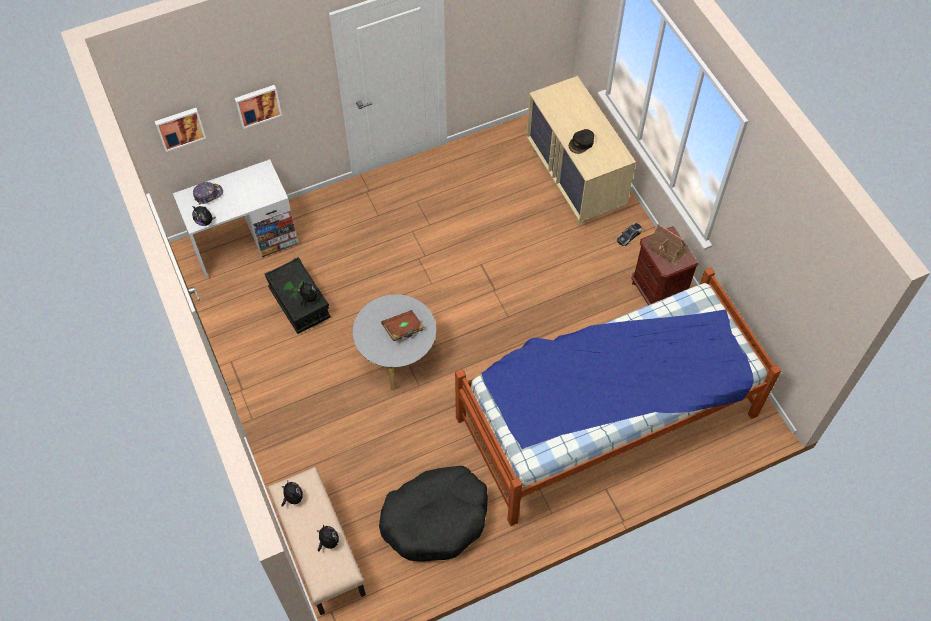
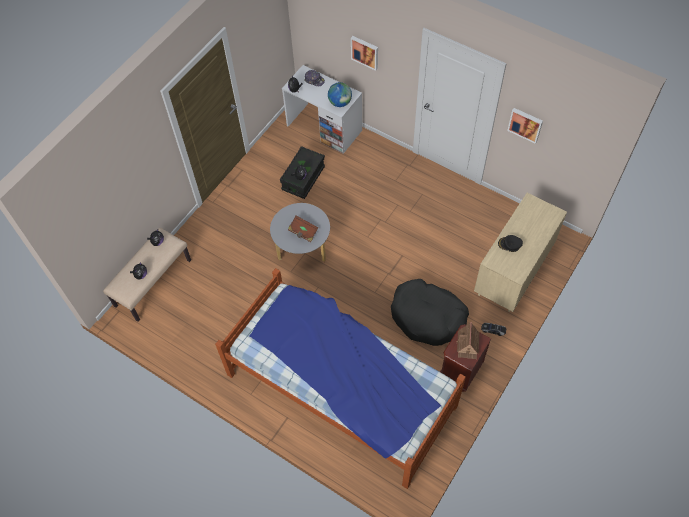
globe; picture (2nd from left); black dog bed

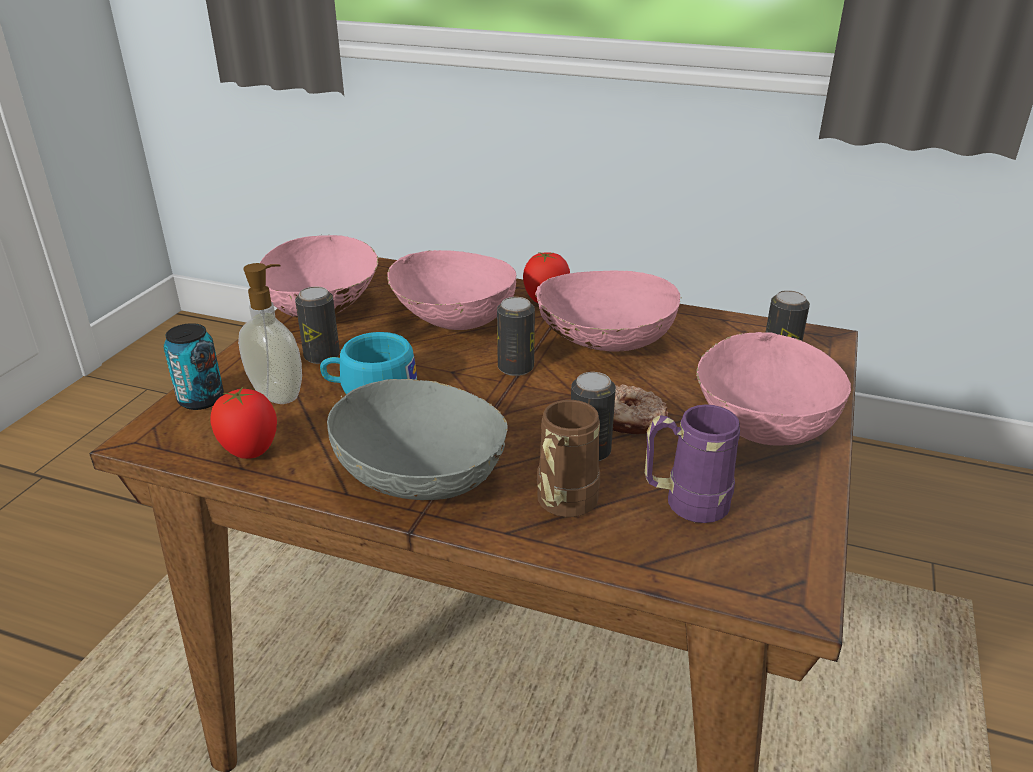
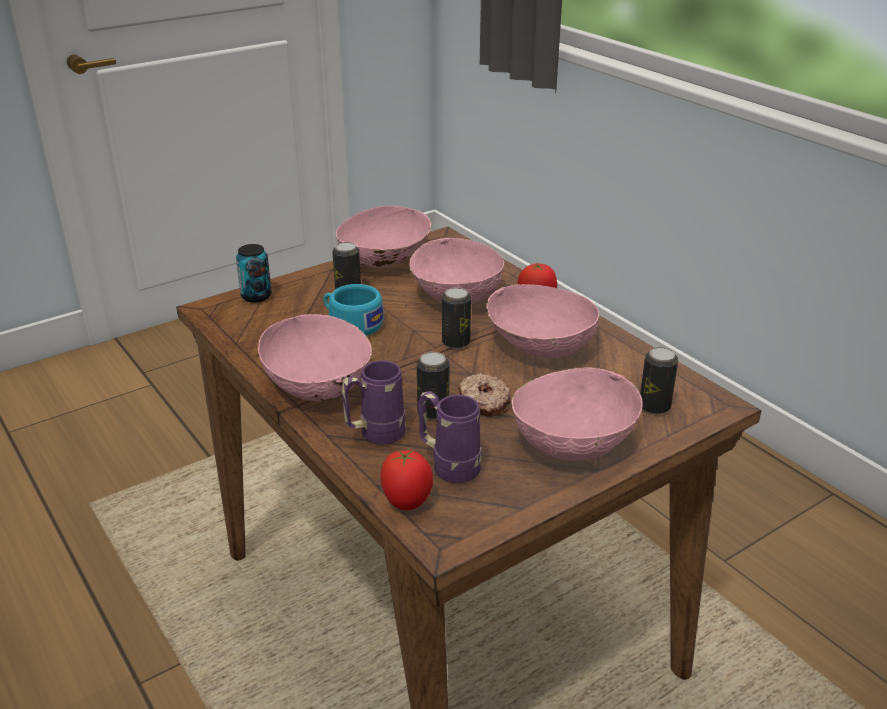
soap dispenser; tomato (1st from left); pink bowl (1st from left); purple mug (1st from left)

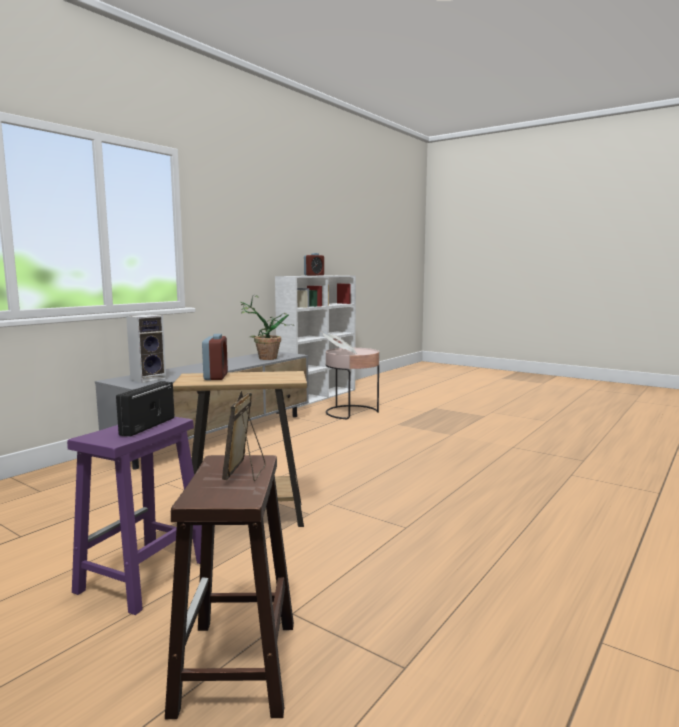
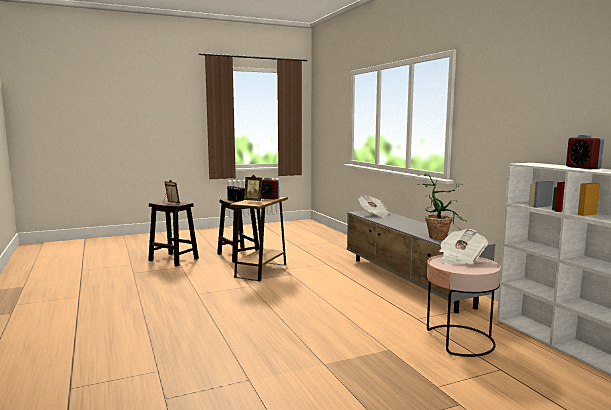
picture frame (2nd from left); newspaper (1st from left); brown stool (2nd from left)

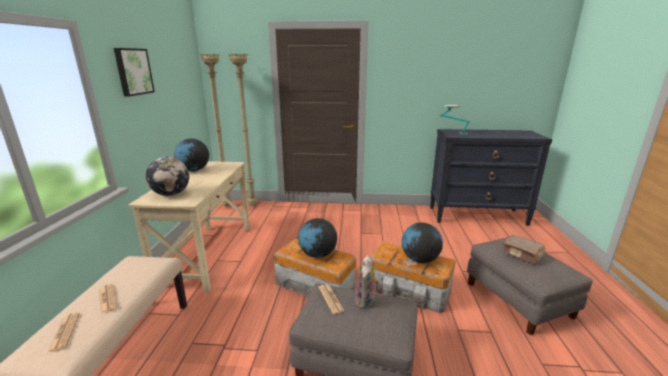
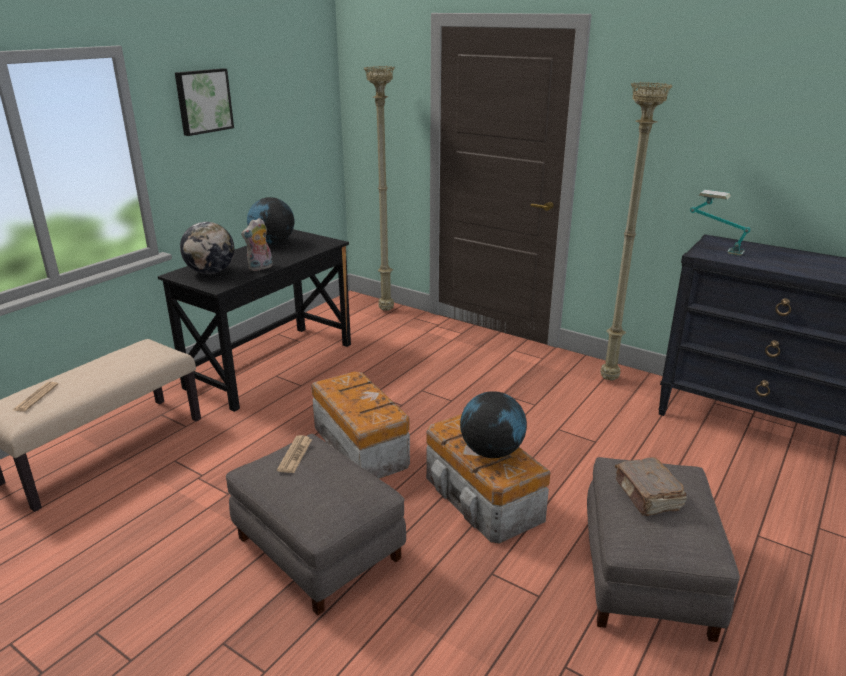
newspaper (2nd from left in the first image); globe (3rd from left in the first image); beige floor lamp (2nd from left); plush toy; black desk

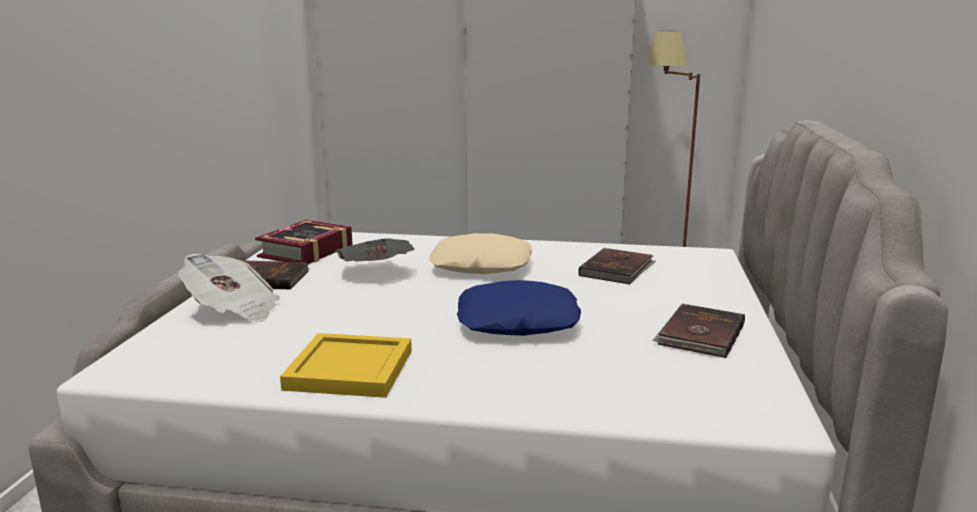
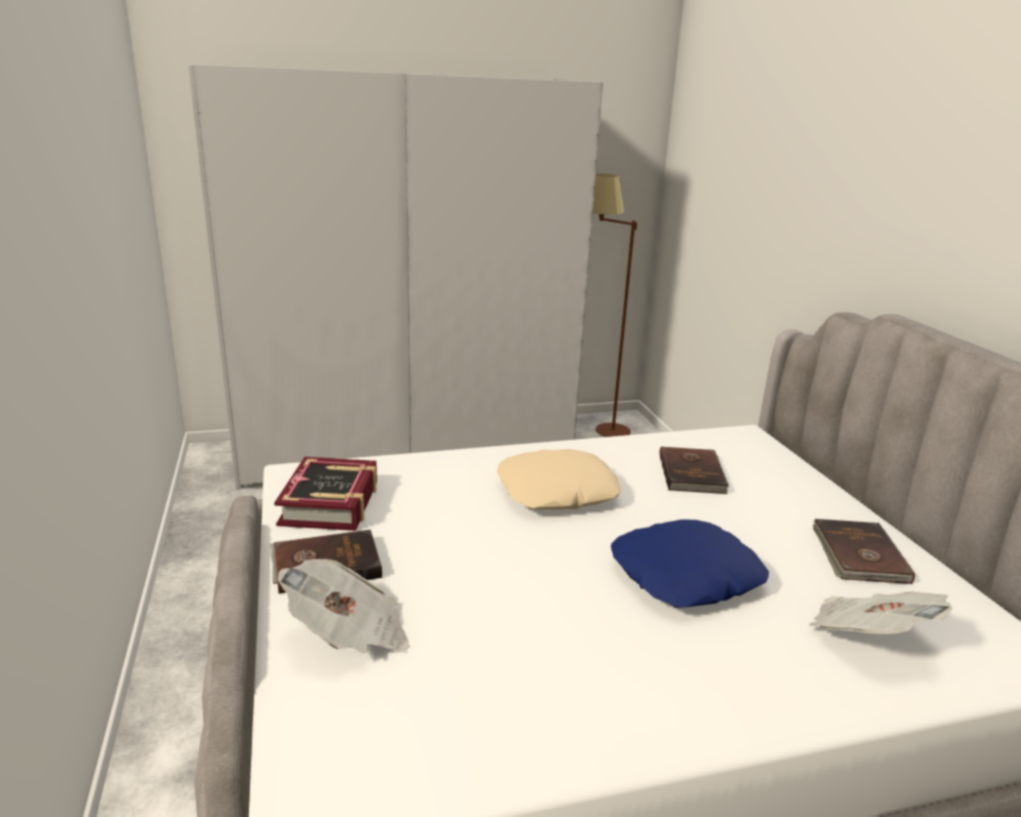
yellow tray; newspaper (2nd from left)

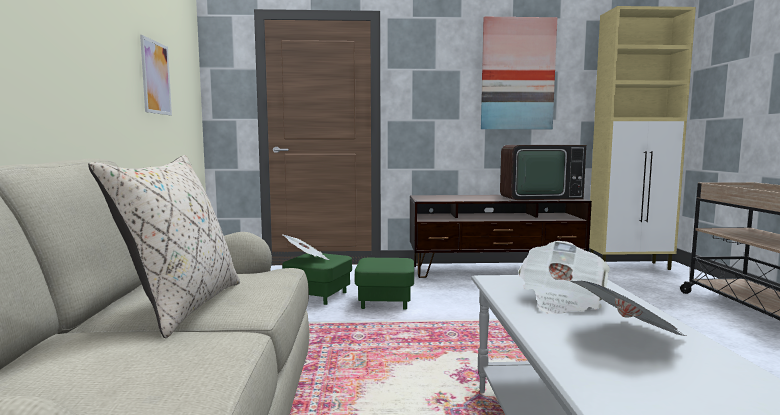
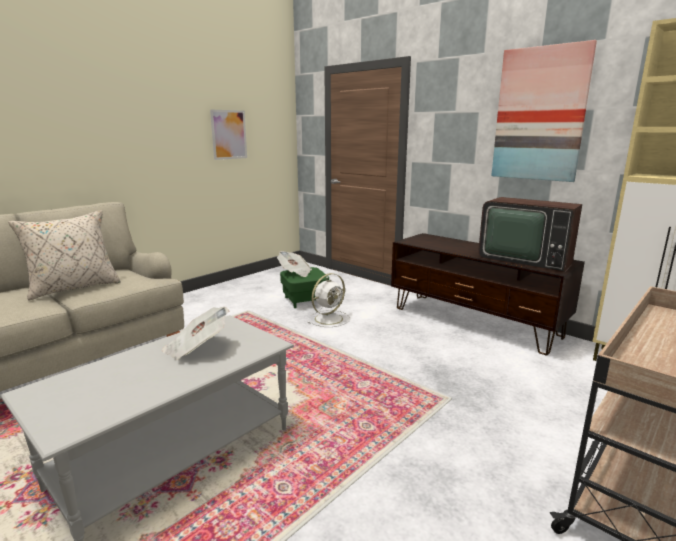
newspaper (3rd from left in the first image); white fan

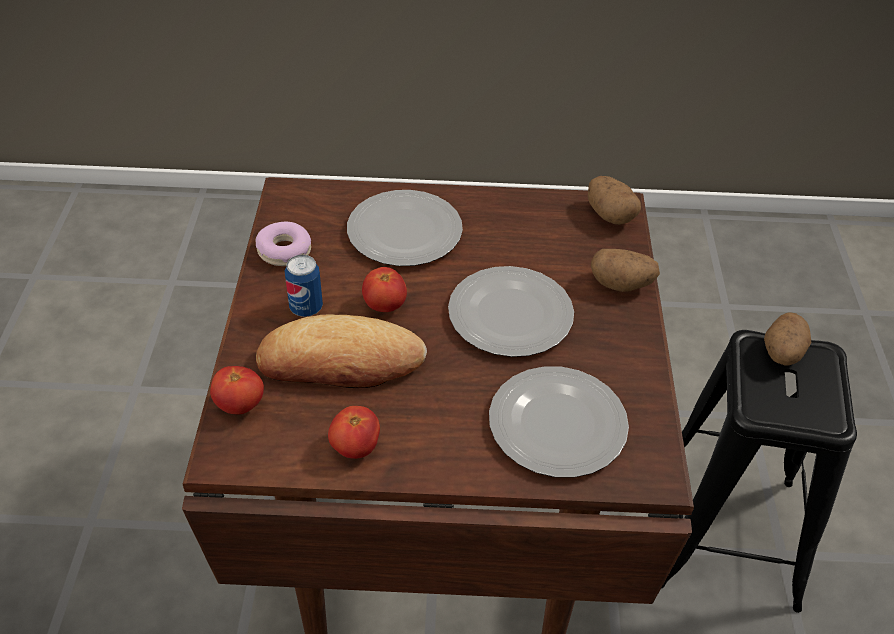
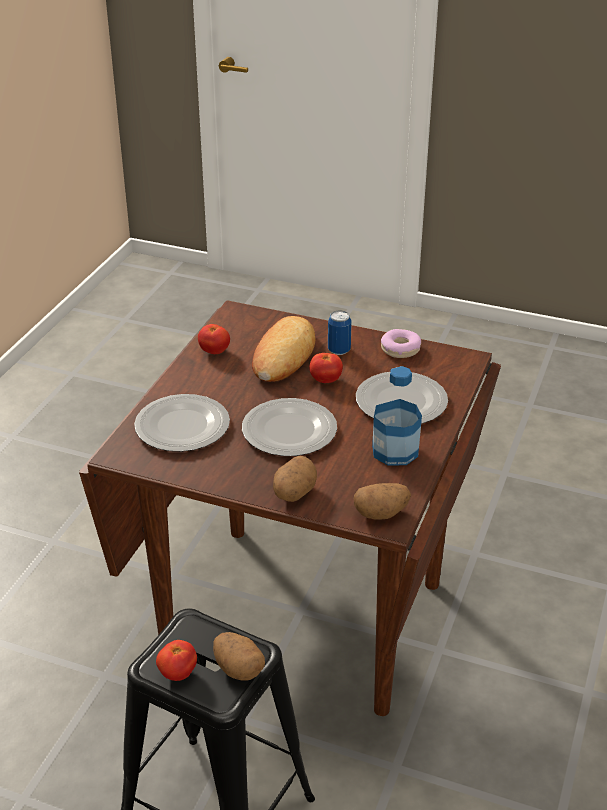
bottle; tomato (1st from left)

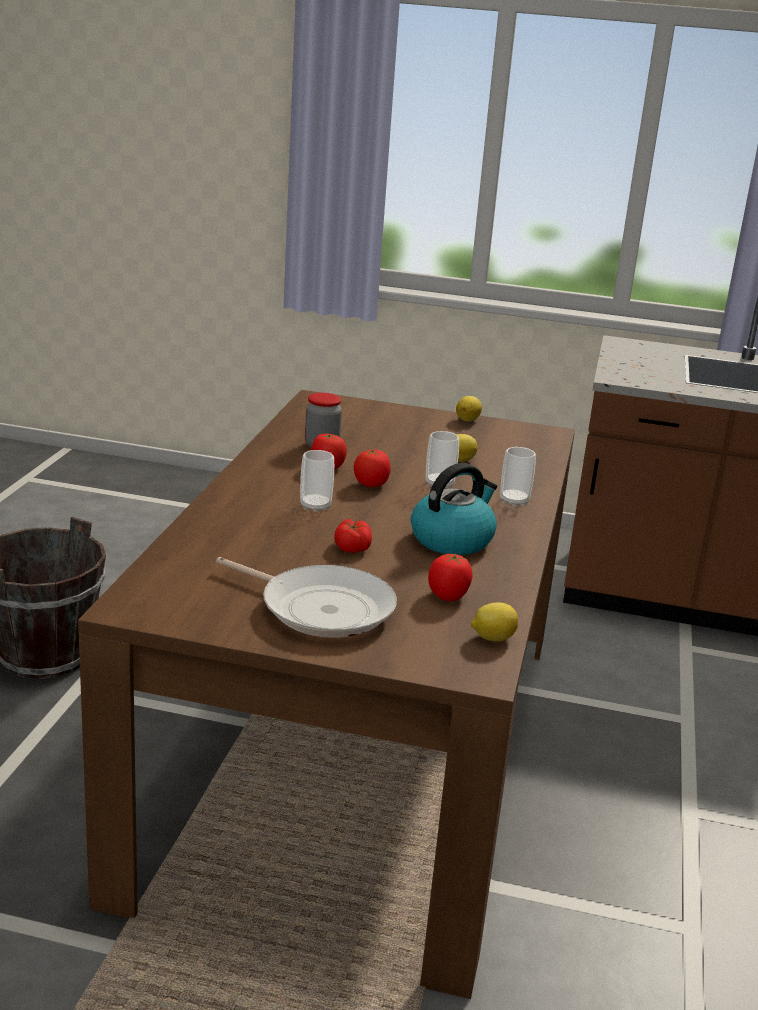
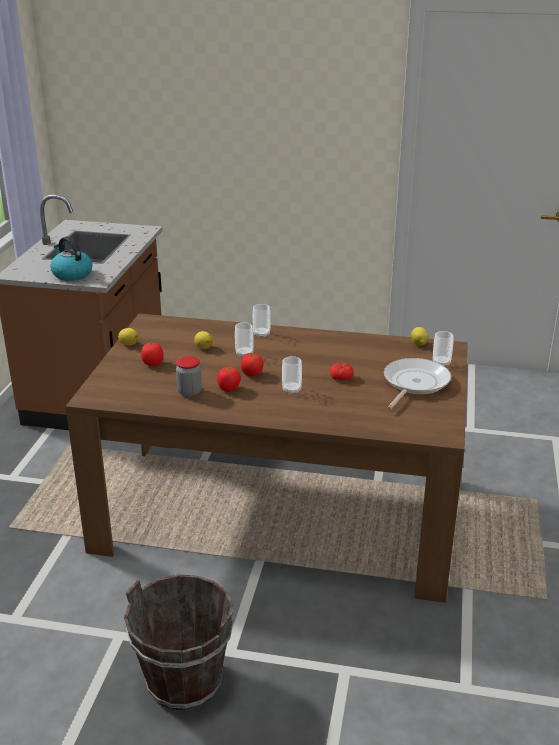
cup (4th from left); kettle; tomato (1st from left)

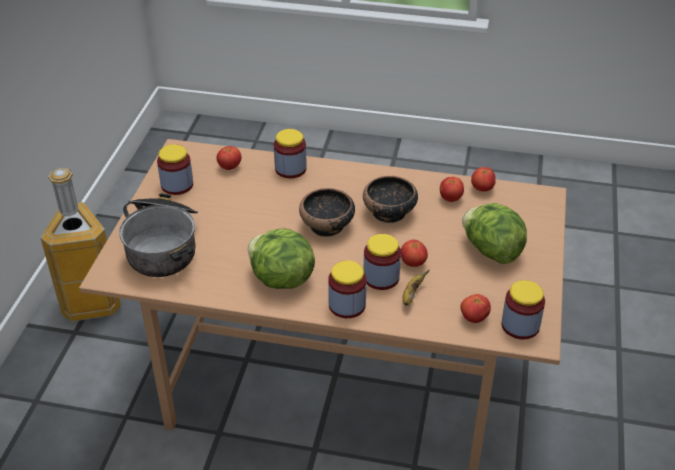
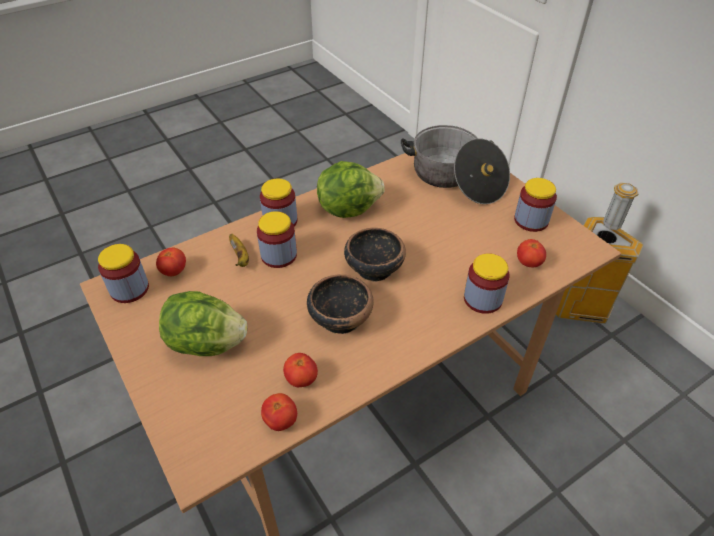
tomato (2nd from left in the first image)

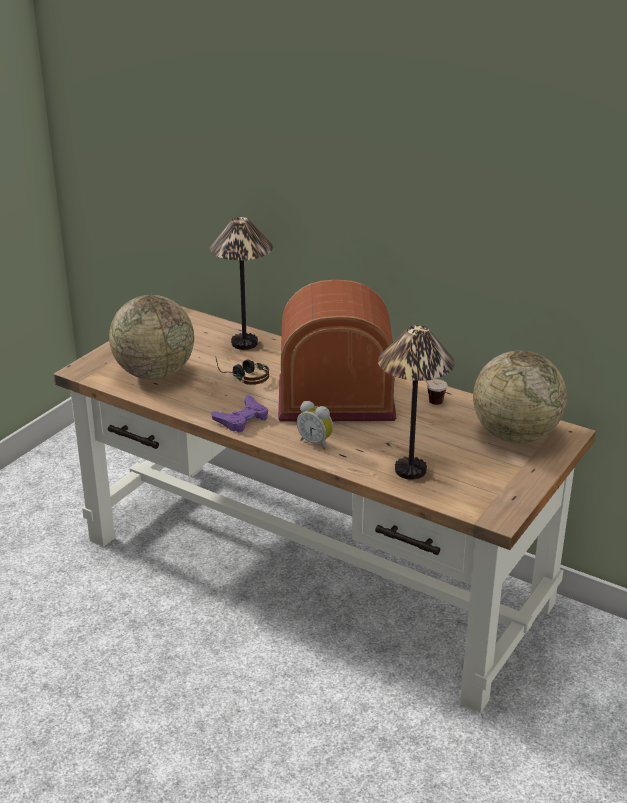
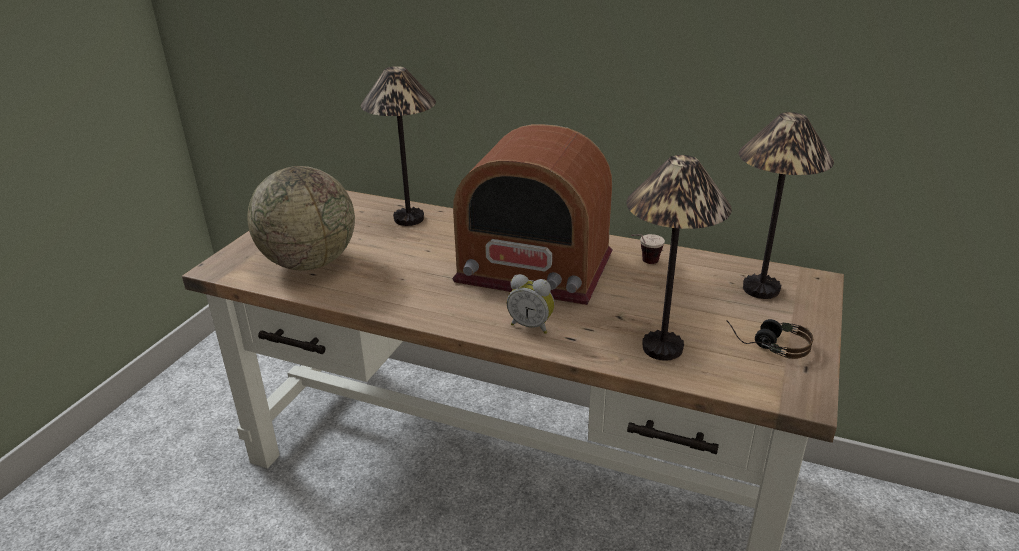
purple game controller; headphones; table lamp (3rd from left); radio

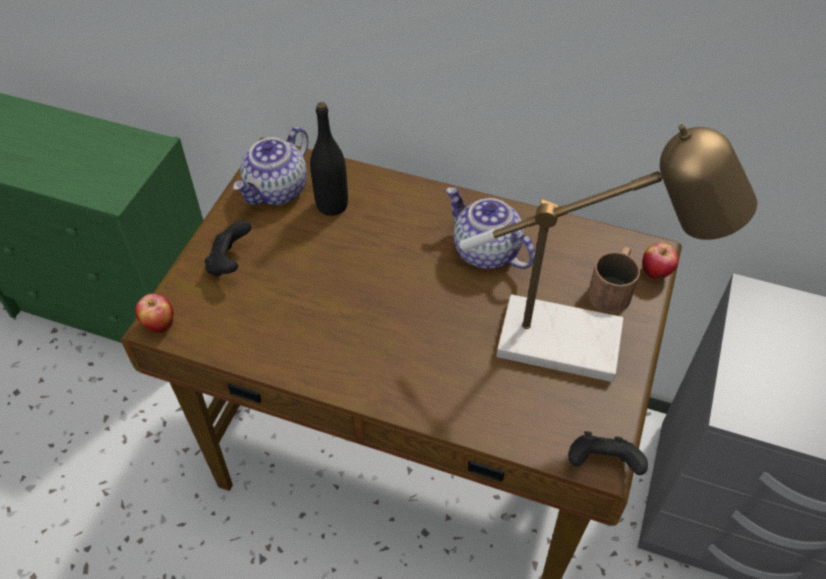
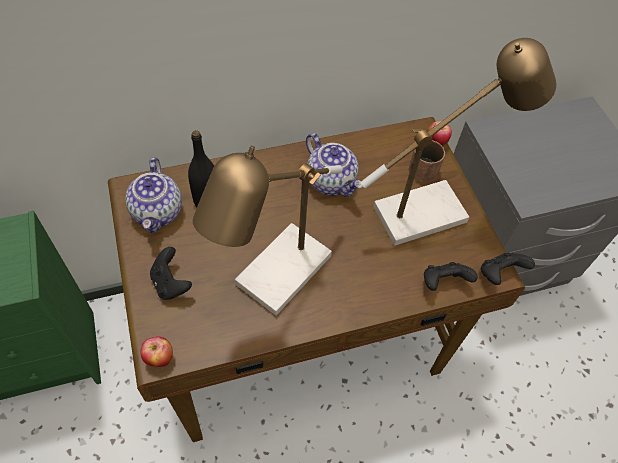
table lamp (1st from left); black game controller (2nd from left); teapot (2nd from left)

